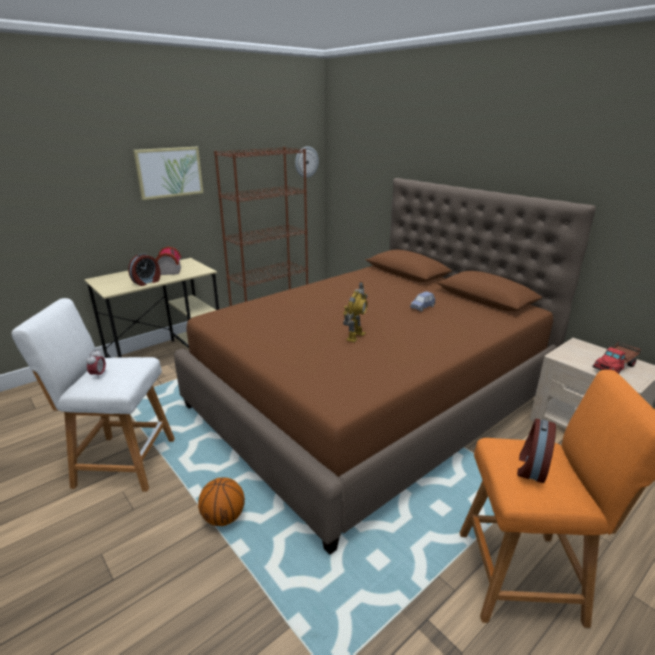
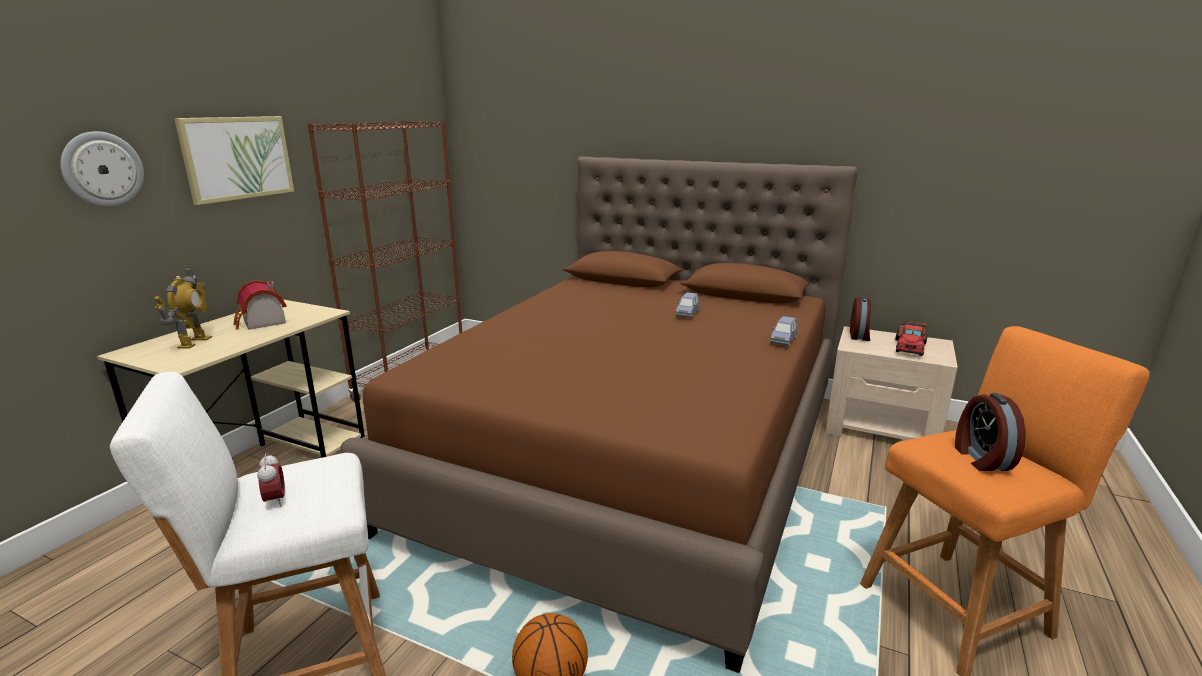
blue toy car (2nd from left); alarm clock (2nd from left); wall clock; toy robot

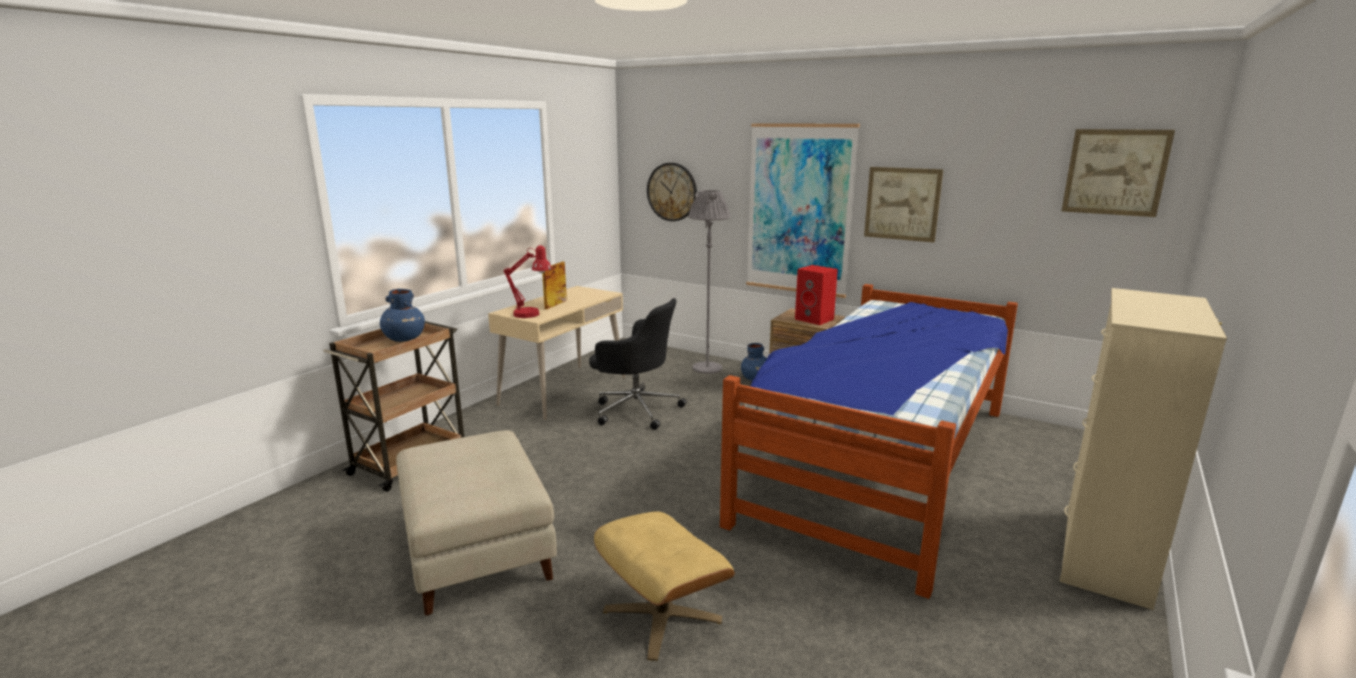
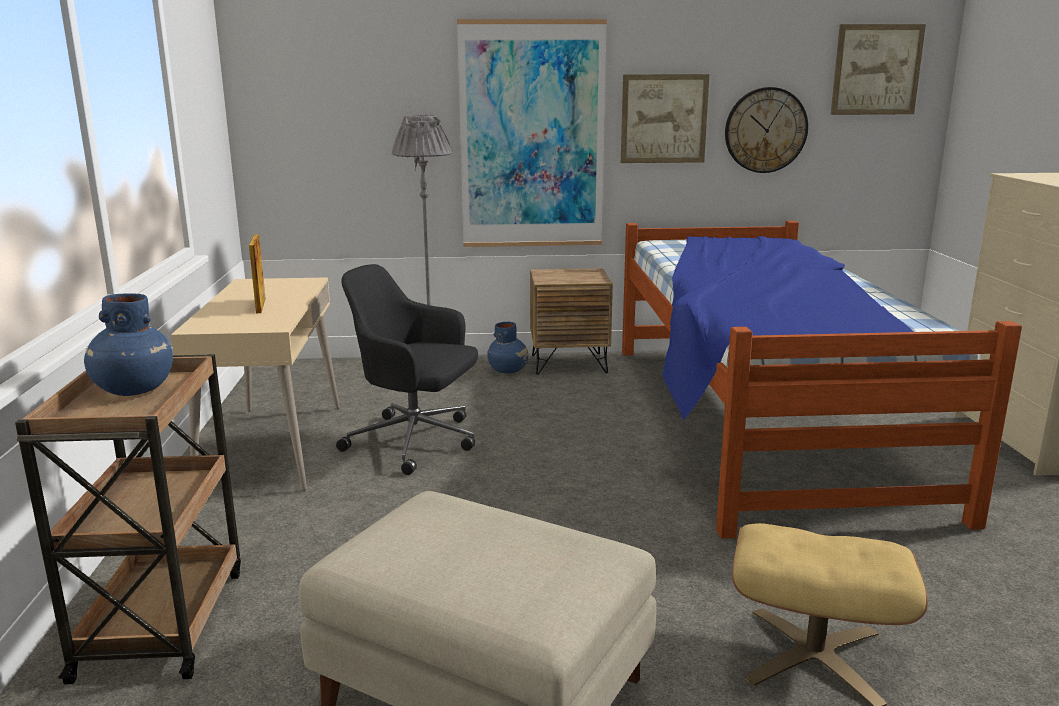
red table lamp; red speaker; wall clock; black office chair

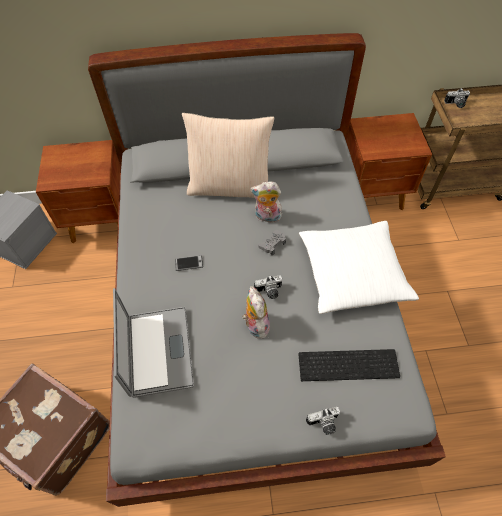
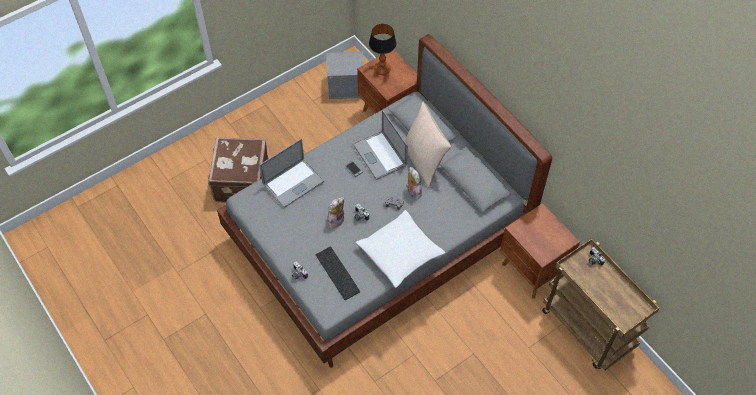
laptop (2nd from left); table lamp

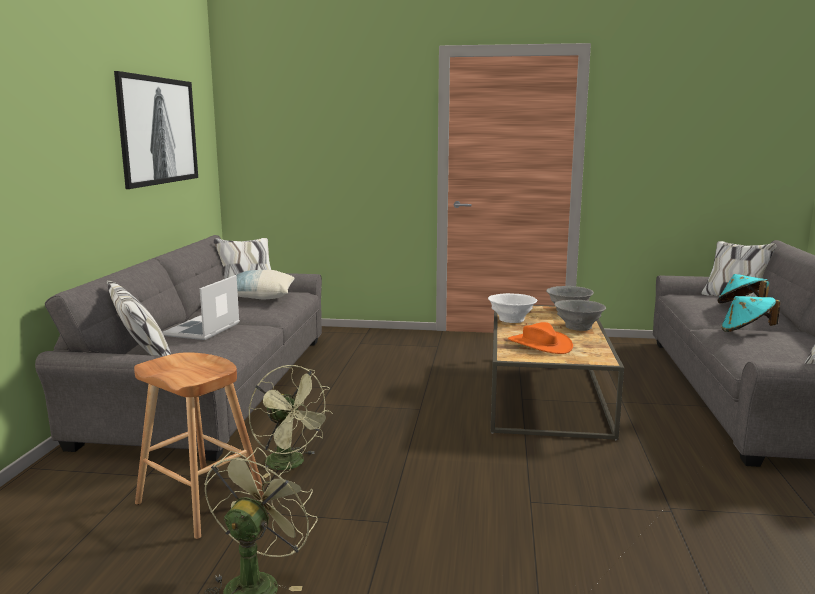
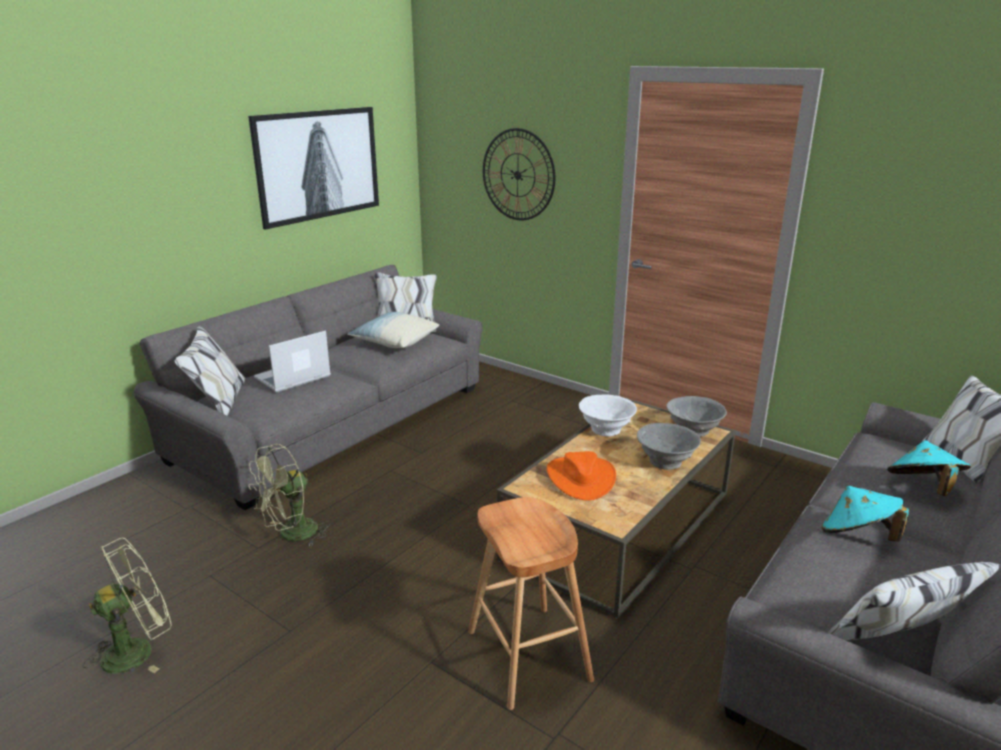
wall clock; brown stool; green fan (2nd from left)

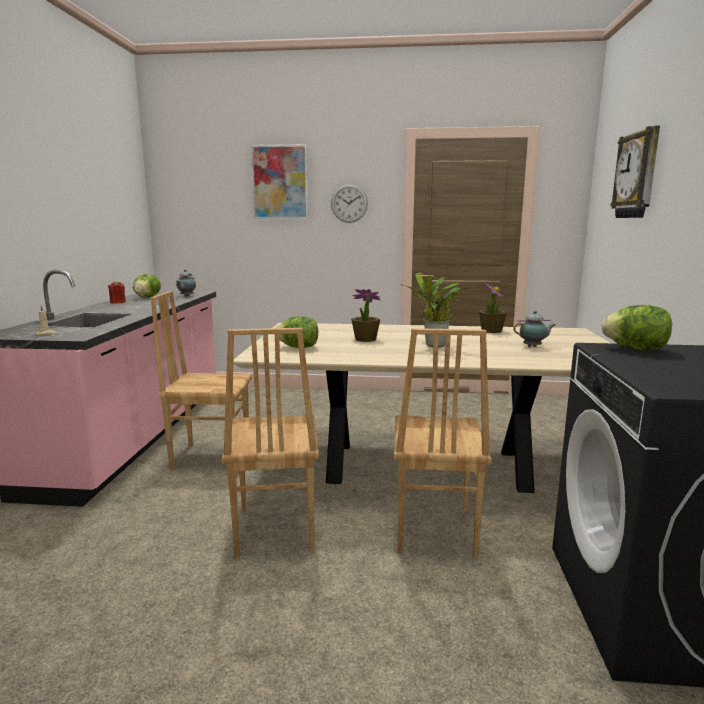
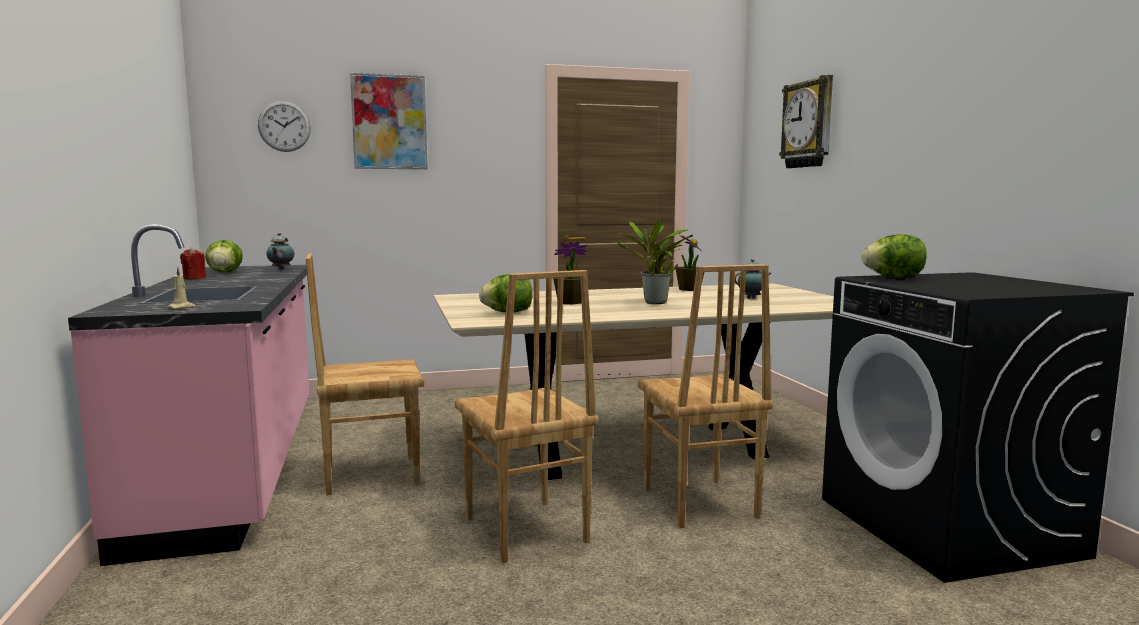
wall clock (1st from left)

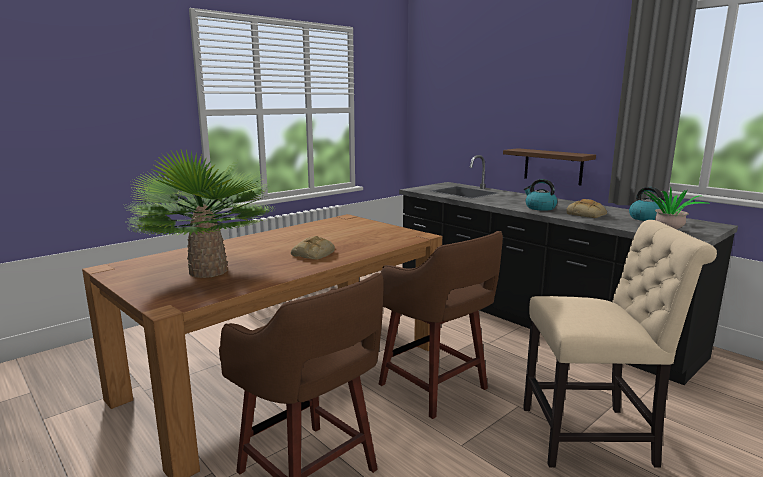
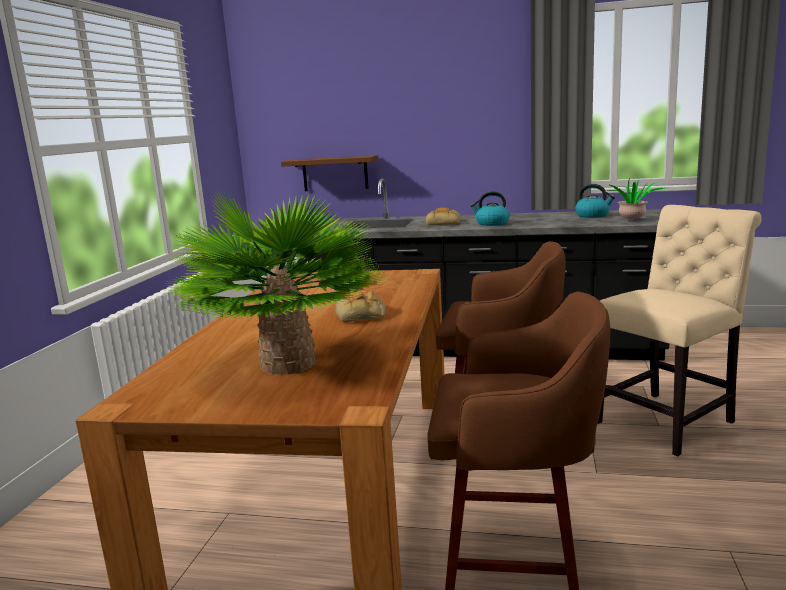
brown shelf; bread (2nd from left)

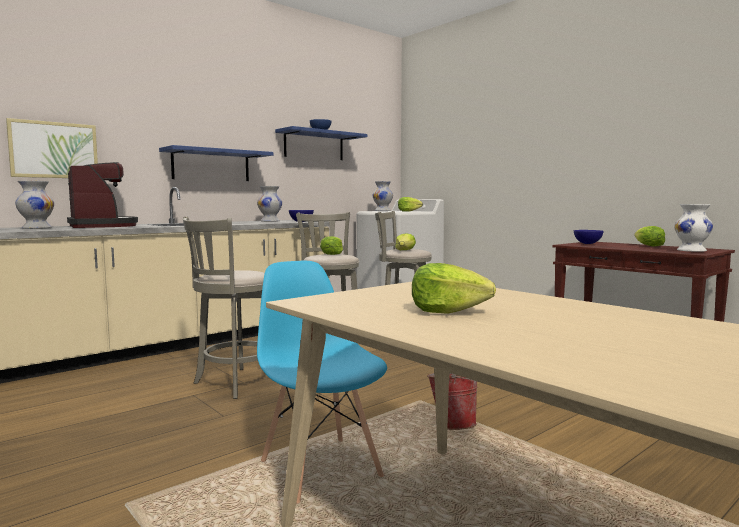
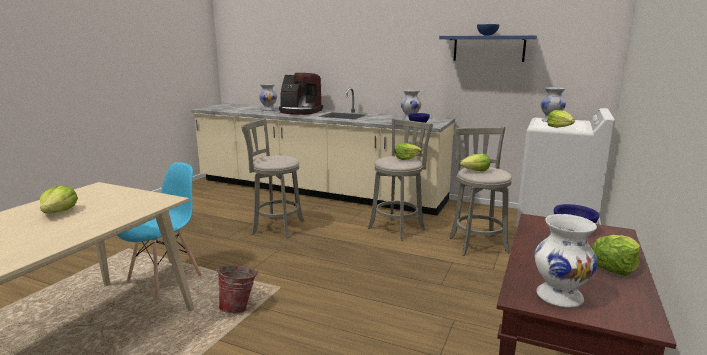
picture; blue shelf (1st from left in the first image); coffee machine

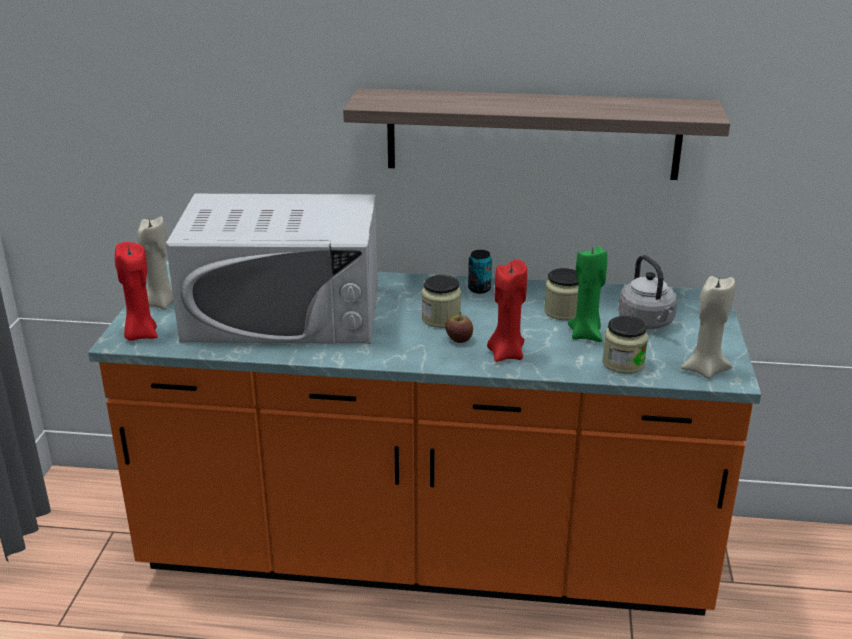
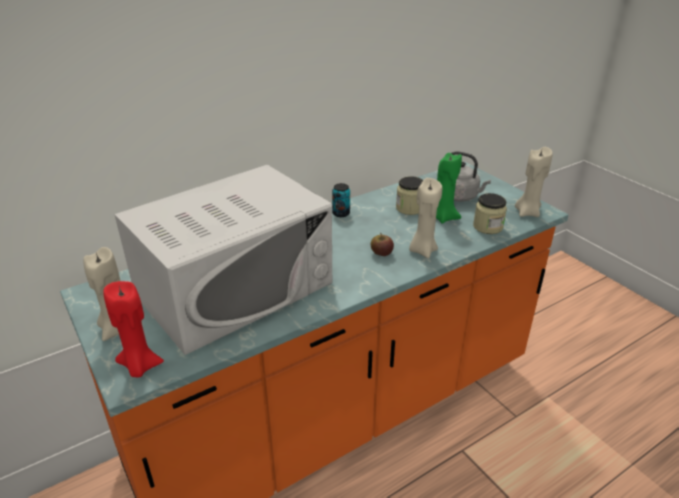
shelf; jar (1st from left in the first image); beige candle (2nd from left)

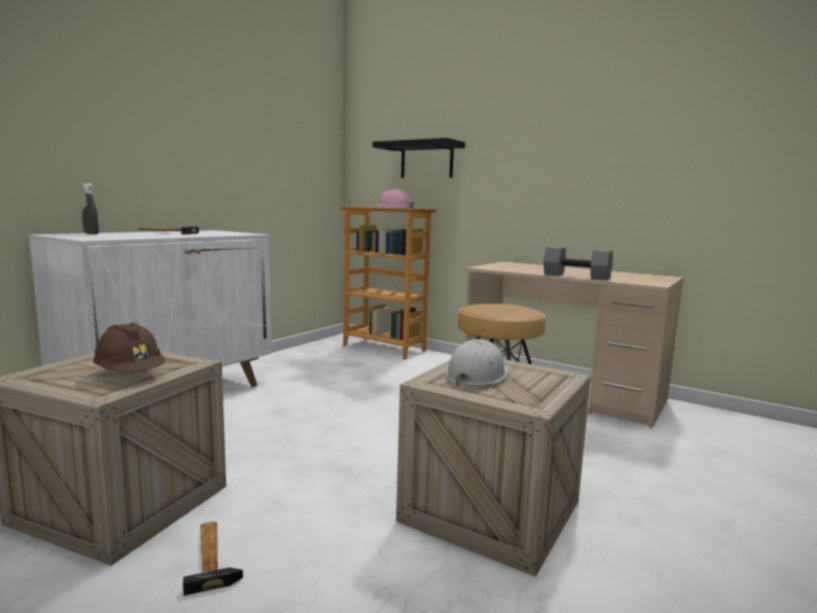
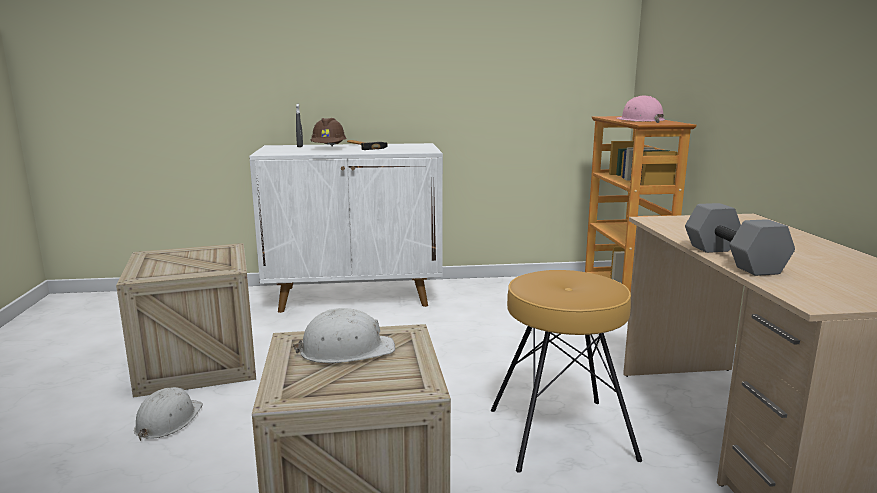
black shelf; brown hard hat; white hard hat (1st from left)

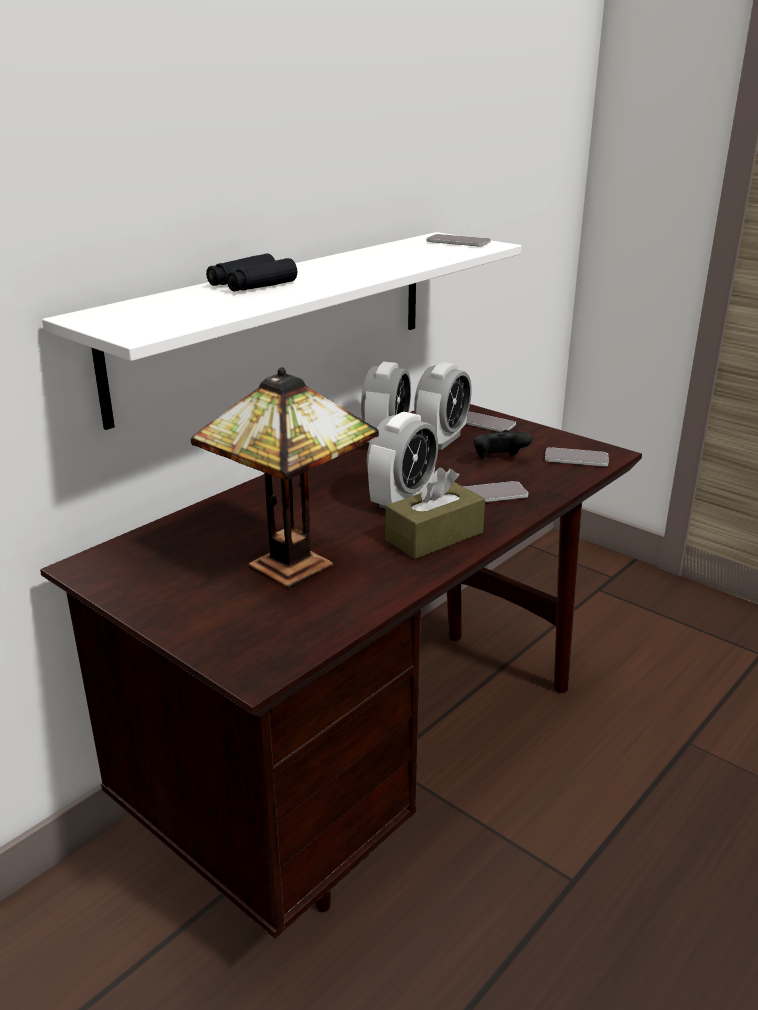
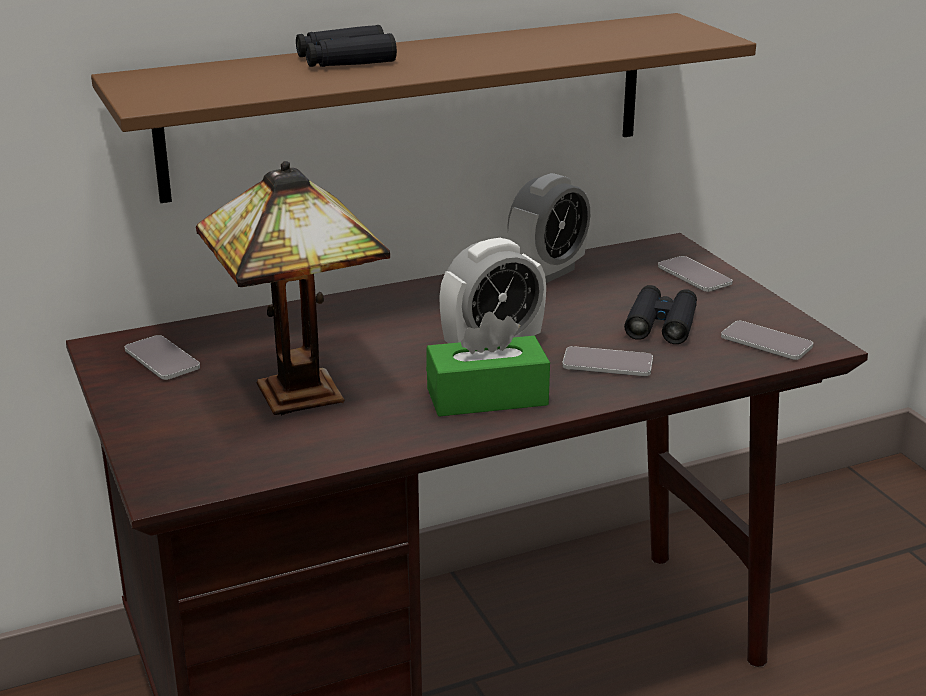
alarm clock (3rd from left in the first image); phone (1st from left); black binoculars (2nd from left); brown shelf; green tissue box

